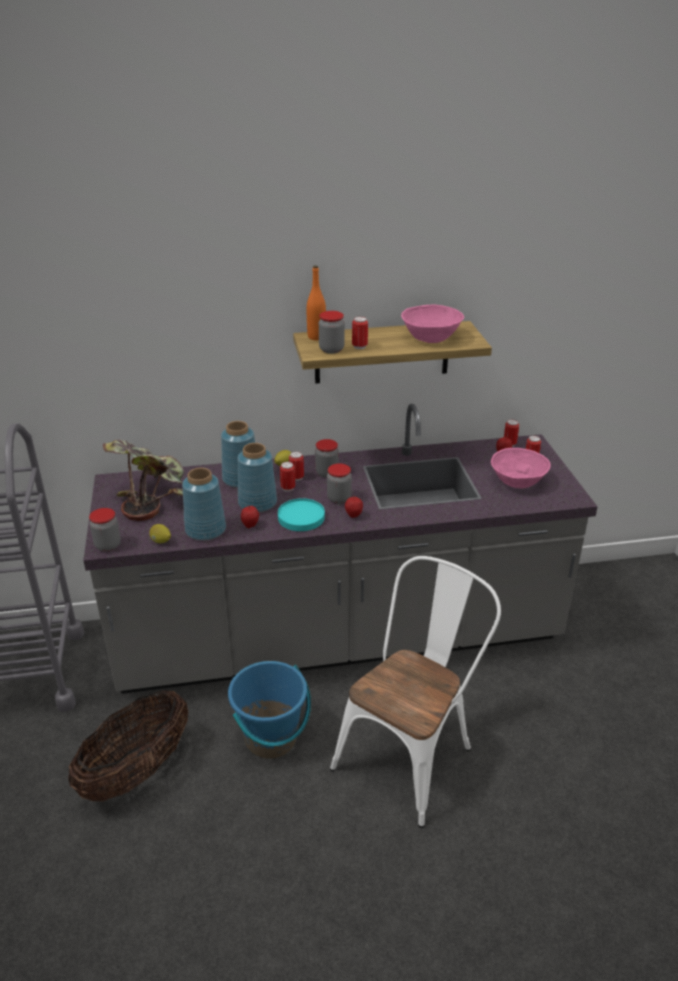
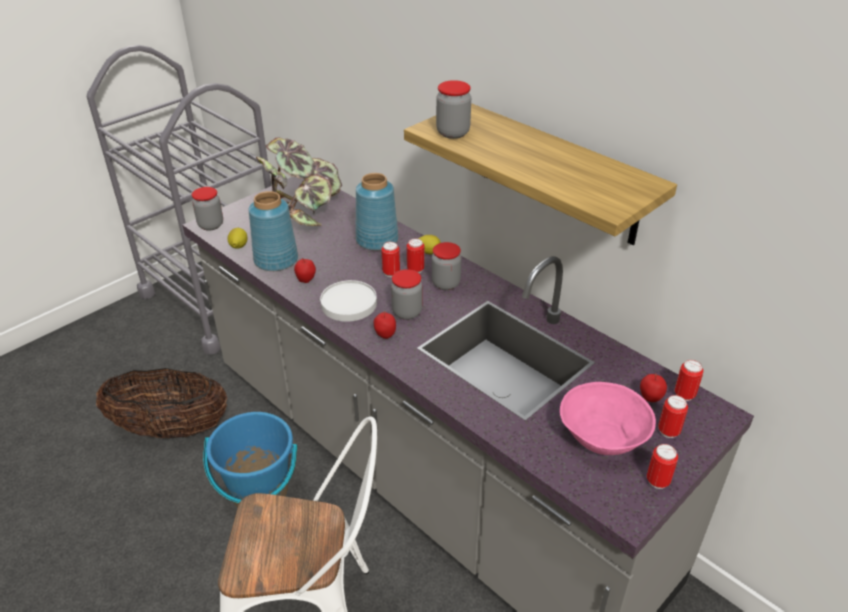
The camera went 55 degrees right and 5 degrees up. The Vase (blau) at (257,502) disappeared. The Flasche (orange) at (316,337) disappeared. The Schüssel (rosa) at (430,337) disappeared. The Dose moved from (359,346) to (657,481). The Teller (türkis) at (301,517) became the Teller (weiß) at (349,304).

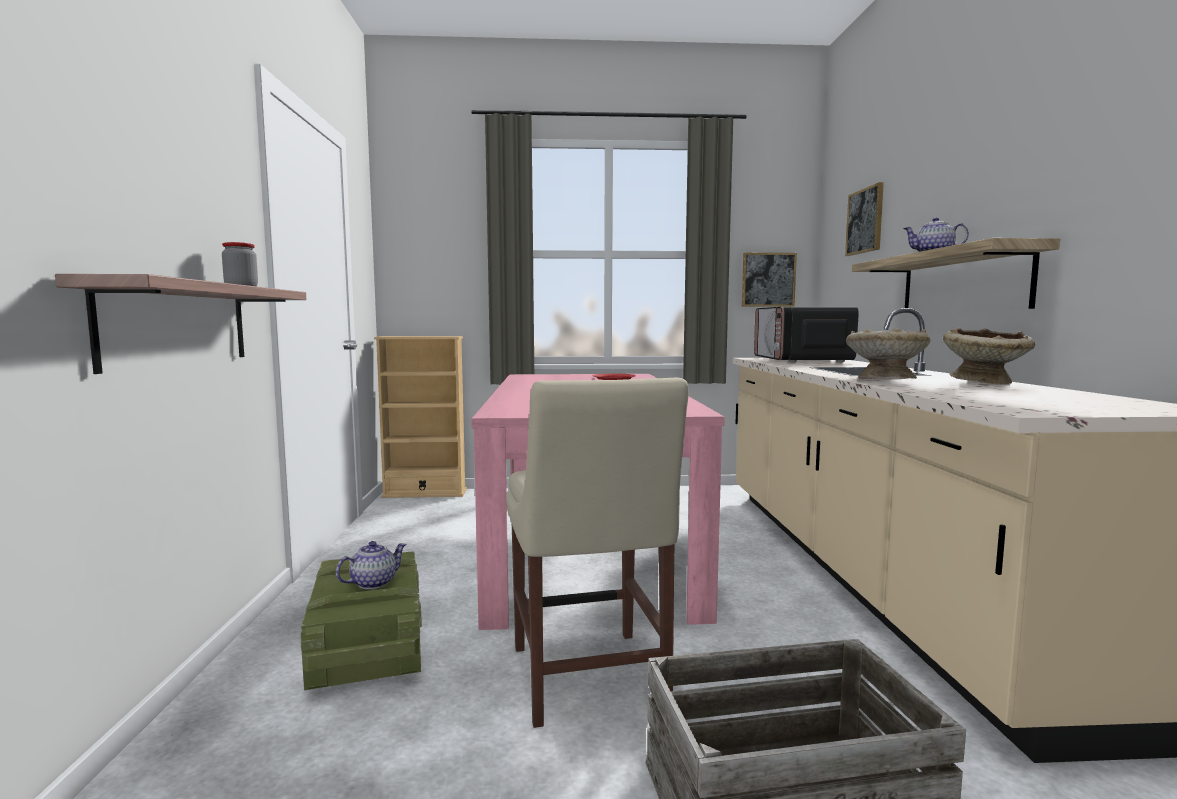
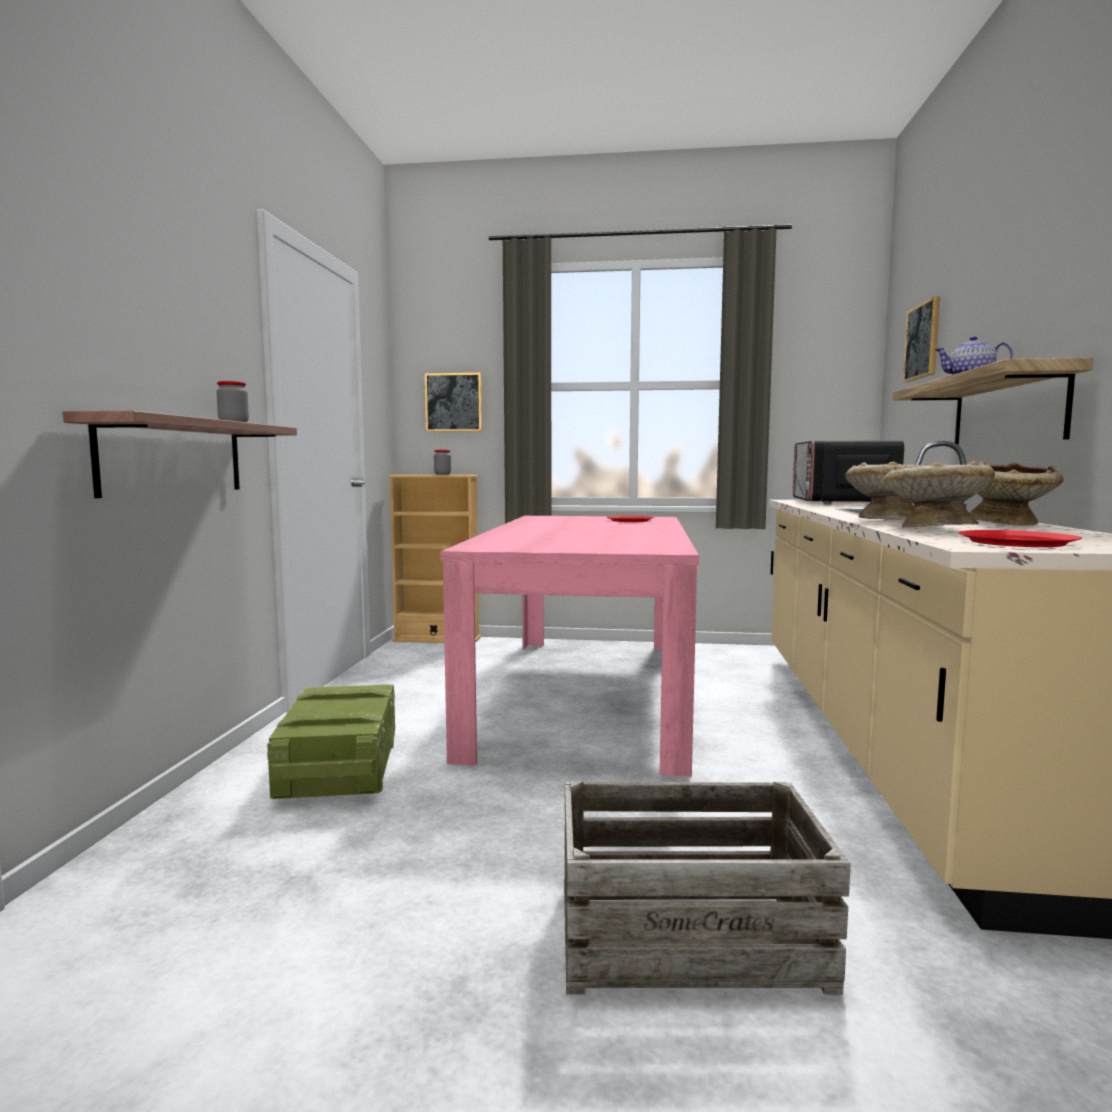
The camera went 10 degrees right and 0 degrees up. The Teekanne at (373,582) disappeared. The Stuhl (beige) at (588,681) disappeared. The Vorratsglas at (442,474) appeared. The Schüssel (beige) at (933,529) appeared. The Teller (rot) at (1017,542) appeared. The Bild moved from (768,279) to (453,402).

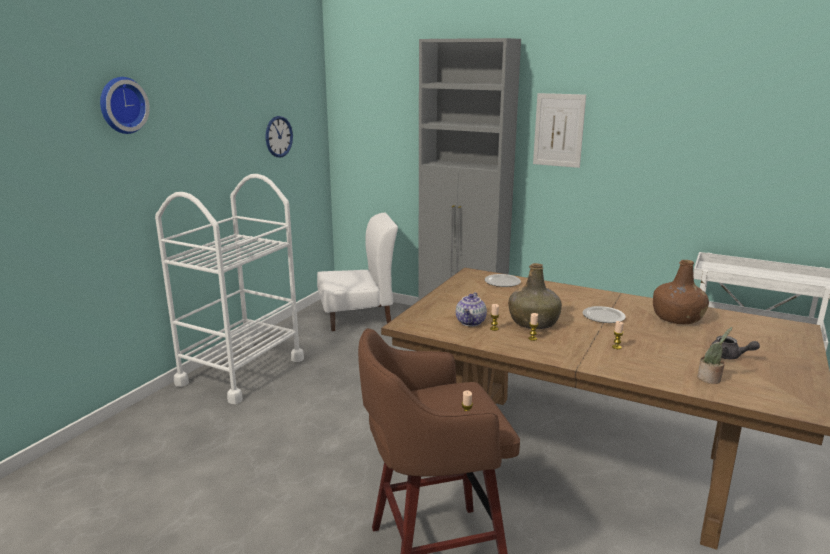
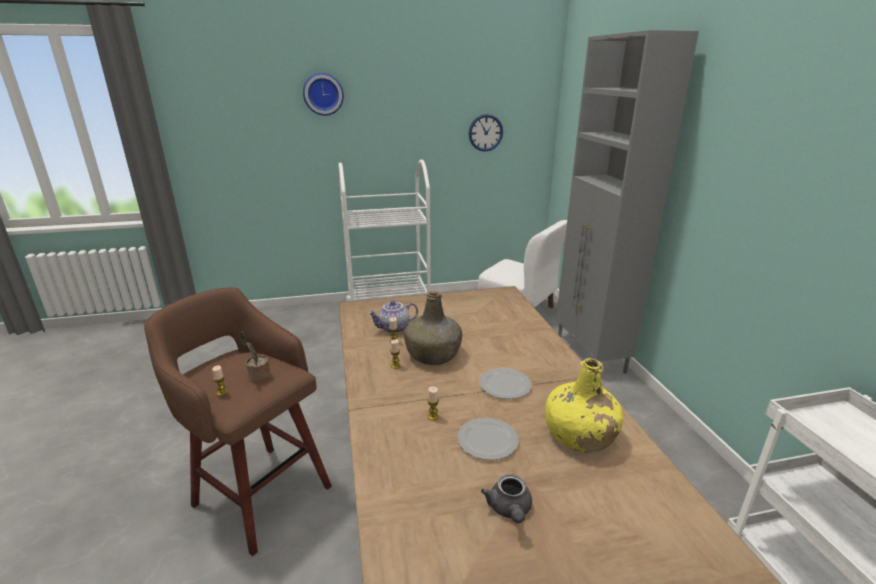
The camera went 50 degrees right and 5 degrees up. The Bild at (558,130) disappeared. The Teller moved from (503,282) to (488,441). The Topfpflanze moved from (710,379) to (258,377). The Flasche (braun) at (677,318) became the Flasche (gelb) at (579,435).

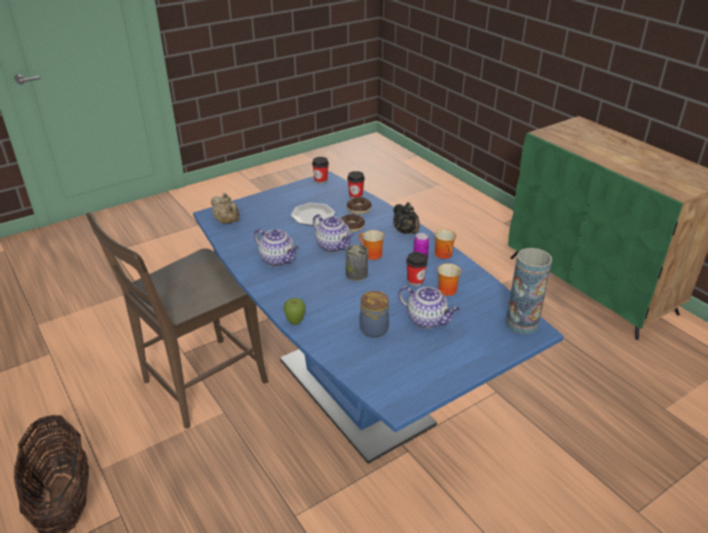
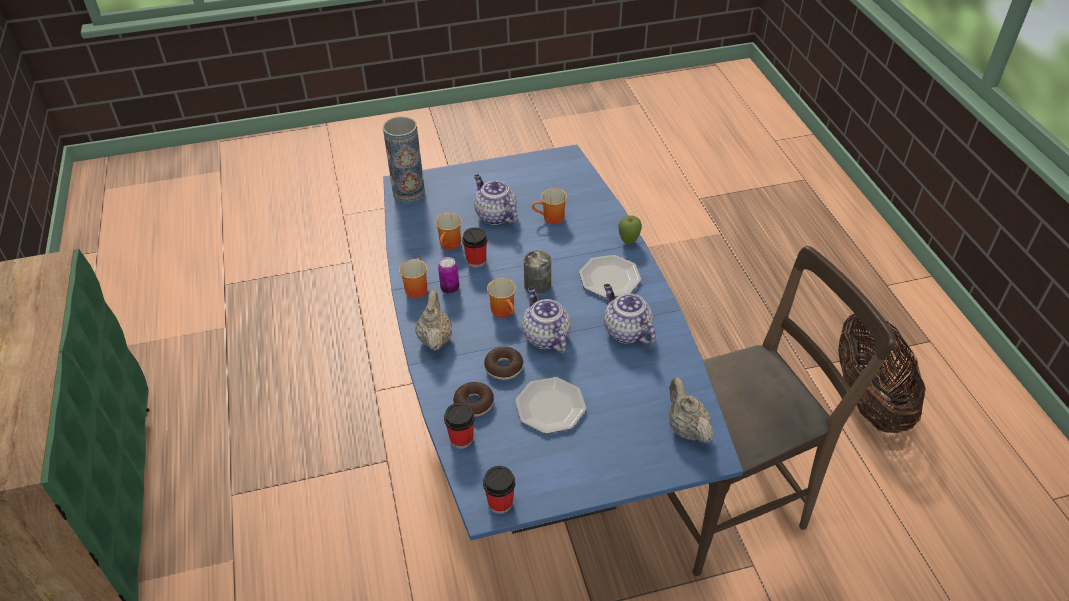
The camera went 160 degrees left and 10 degrees up. The Teller at (610,278) appeared. The Vorratsglas at (374,328) was replaced by the Henkelbecher at (551,219). The Teekanne (schwarz) at (406,232) became the Teekanne (beige) at (435,338).

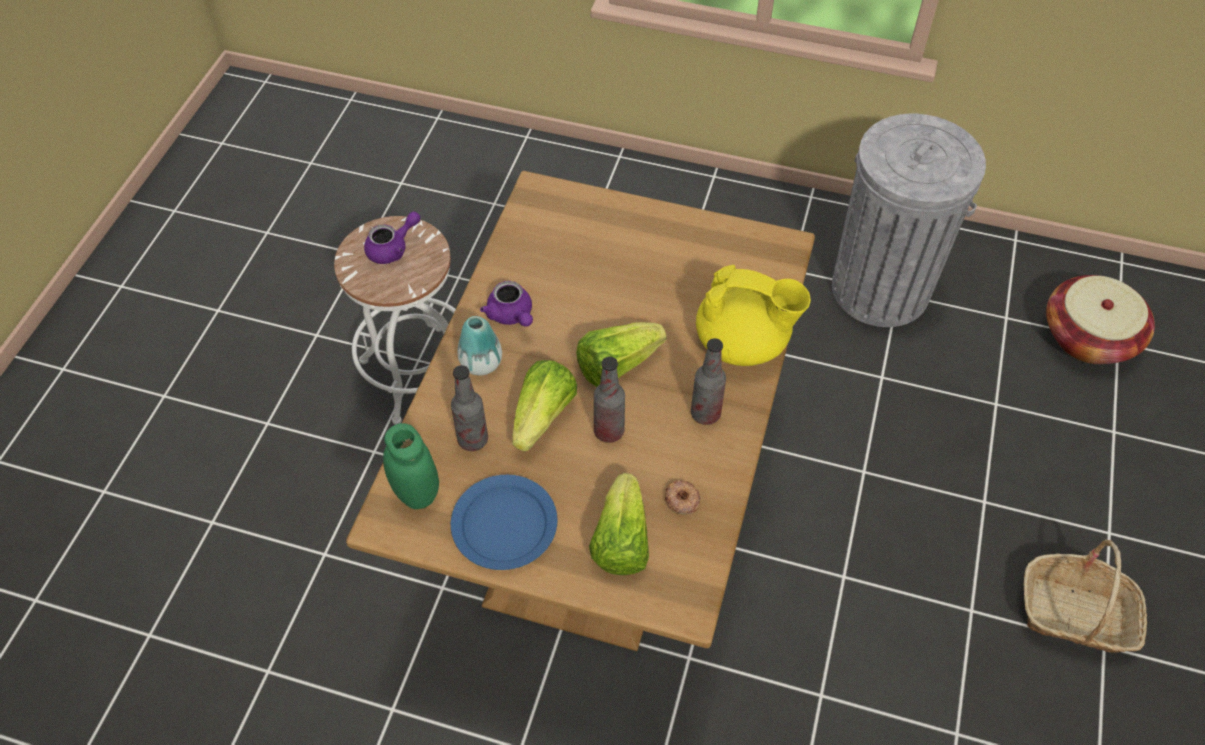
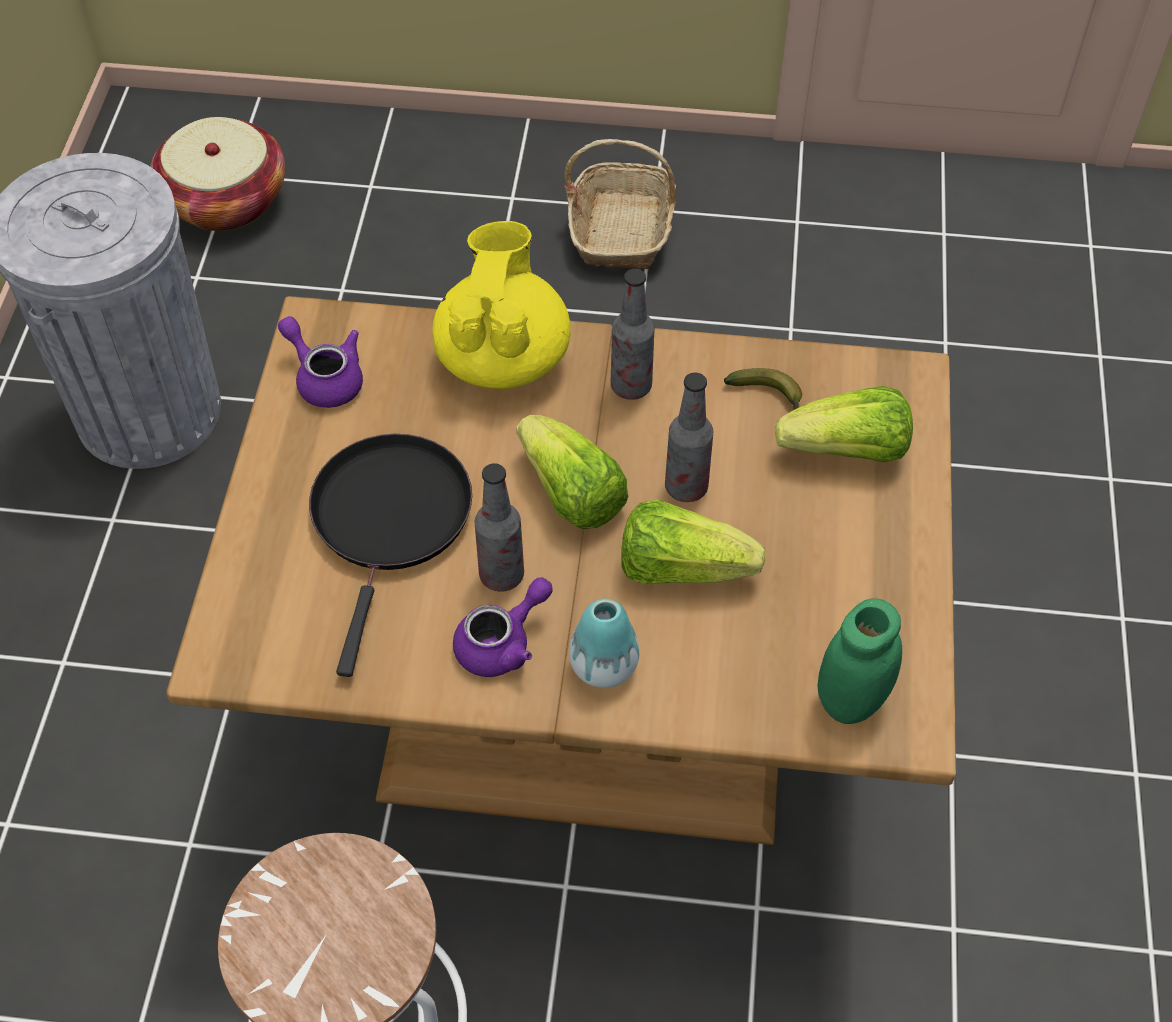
The camera went 100 degrees left and 0 degrees up. The Teller (blau) at (505,524) disappeared. The Pfanne (schwarz) at (390,520) appeared. The Teekanne (lila) moved from (393,249) to (325,378). The Flasche moved from (473,439) to (501,575). The Donut at (681,500) was replaced by the Banane at (769,397).

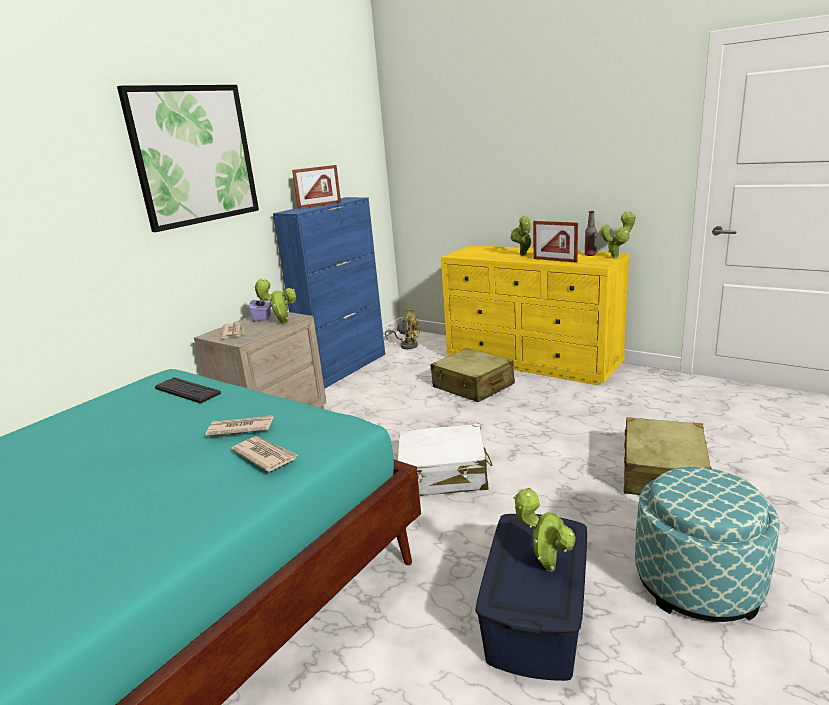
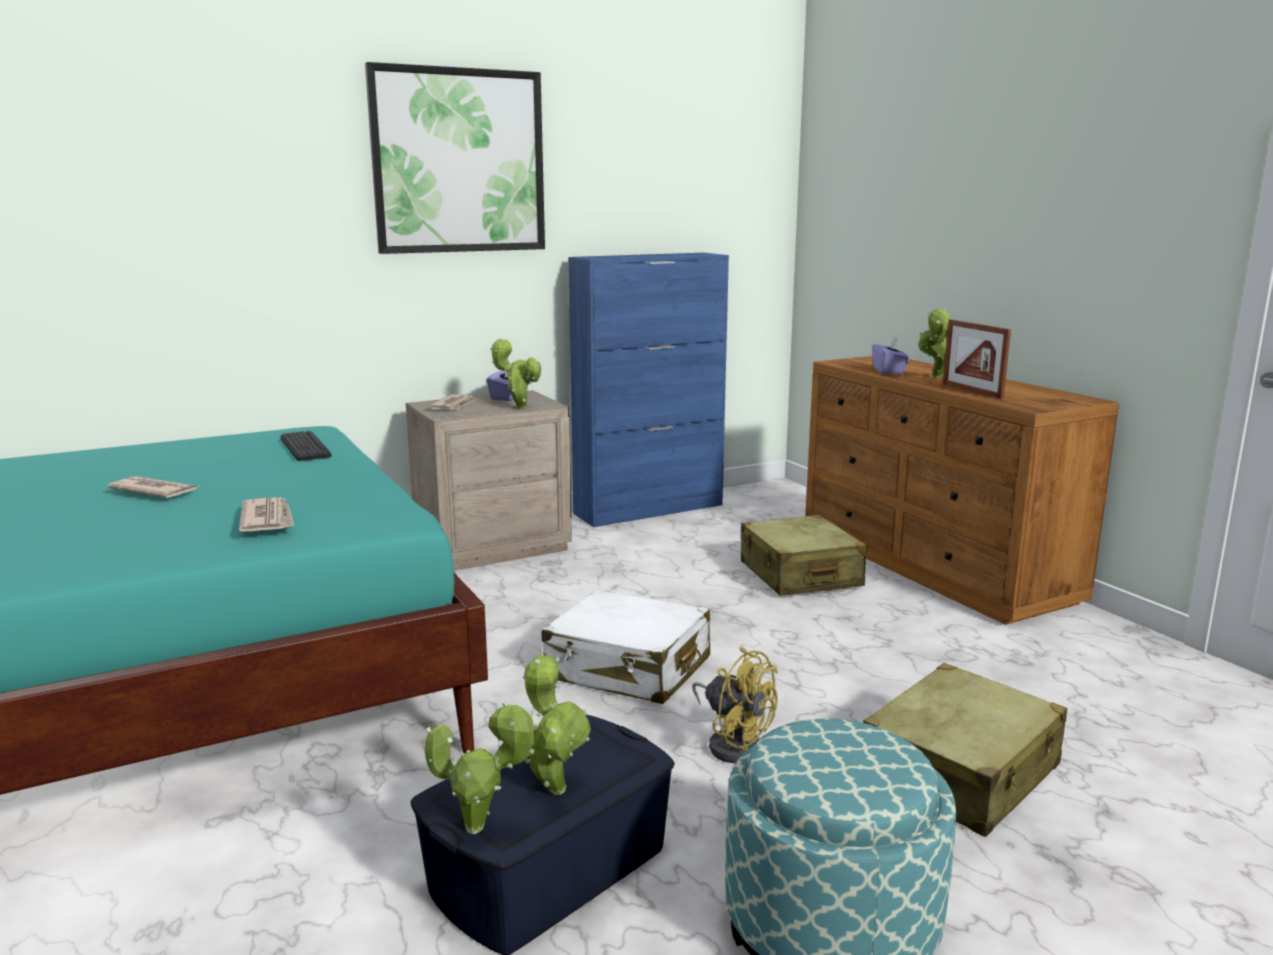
The camera went 25 degrees right and 5 degrees down. The Bilderrahmen at (319,205) disappeared. The Flasche at (590,255) disappeared. The Taschentuchbox (lila) at (889,371) appeared. The Zeitung moved from (240,428) to (154,491). The Ventilator (gelb) moved from (407,345) to (733,743). The Topfpflanze moved from (617,257) to (481,828). The Kommode (gelb) at (533,361) became the Kommode (braun) at (934,566).

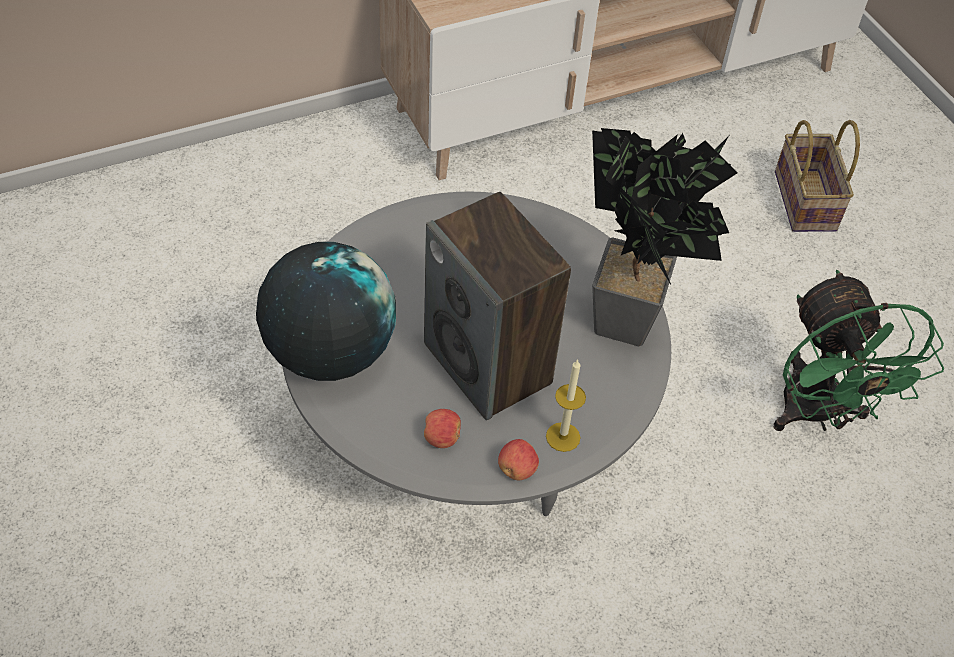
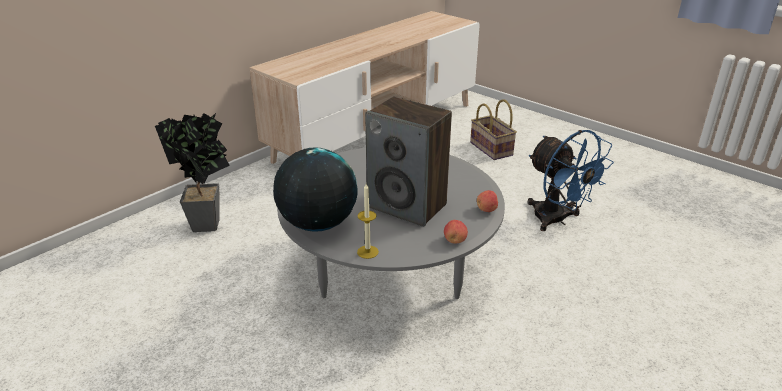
The camera went 20 degrees left and 20 degrees down. The Apfel moved from (442,438) to (487,210). The Kerze moved from (563,437) to (367,252). The Topfpflanze moved from (631,330) to (210,226). The Ventilator (grün) at (817,415) became the Ventilator (blau) at (557,220).

